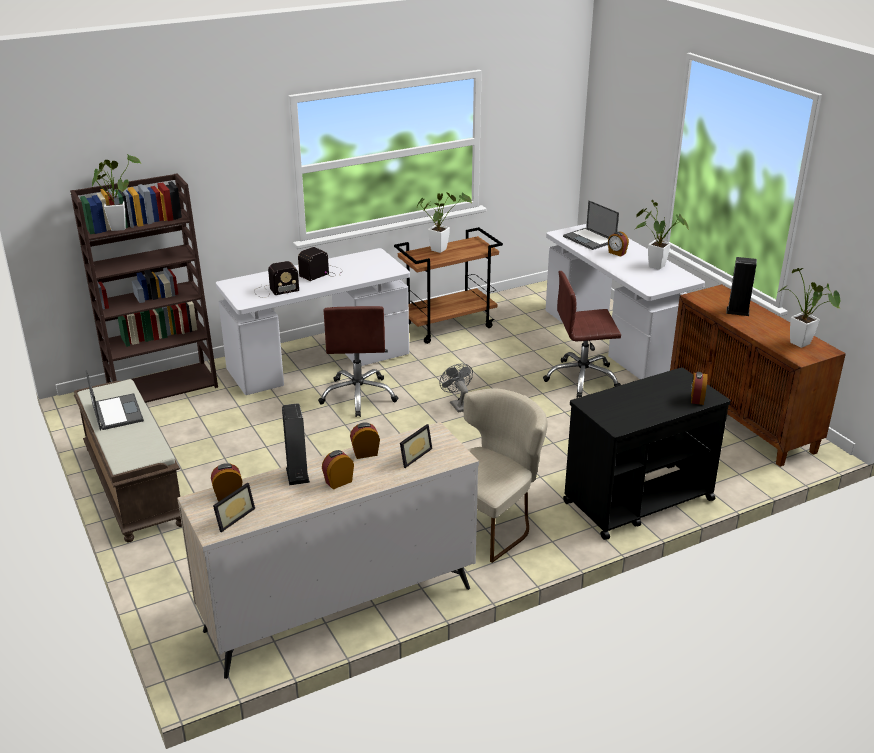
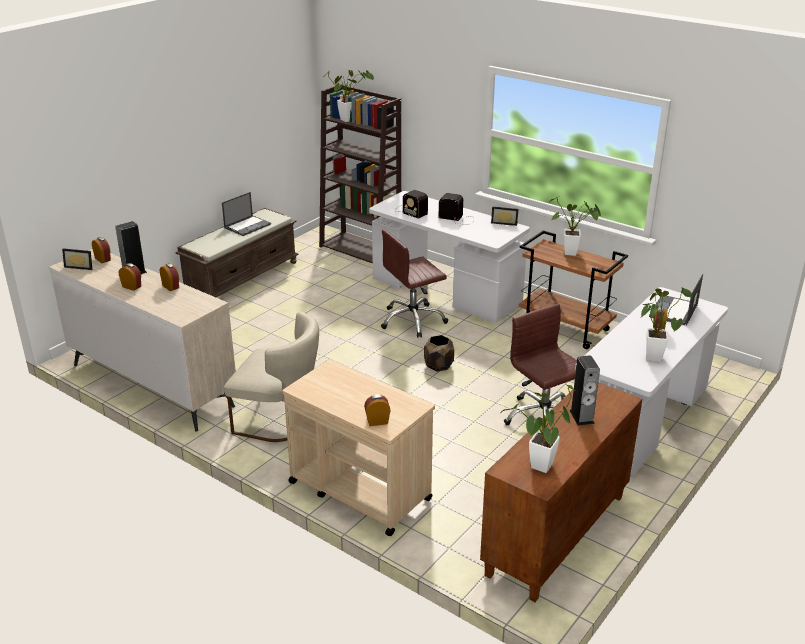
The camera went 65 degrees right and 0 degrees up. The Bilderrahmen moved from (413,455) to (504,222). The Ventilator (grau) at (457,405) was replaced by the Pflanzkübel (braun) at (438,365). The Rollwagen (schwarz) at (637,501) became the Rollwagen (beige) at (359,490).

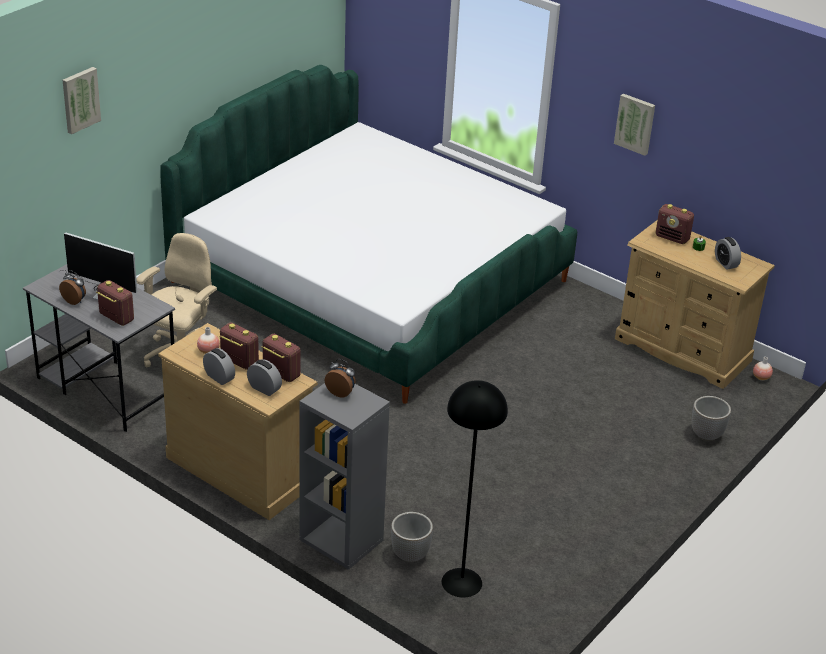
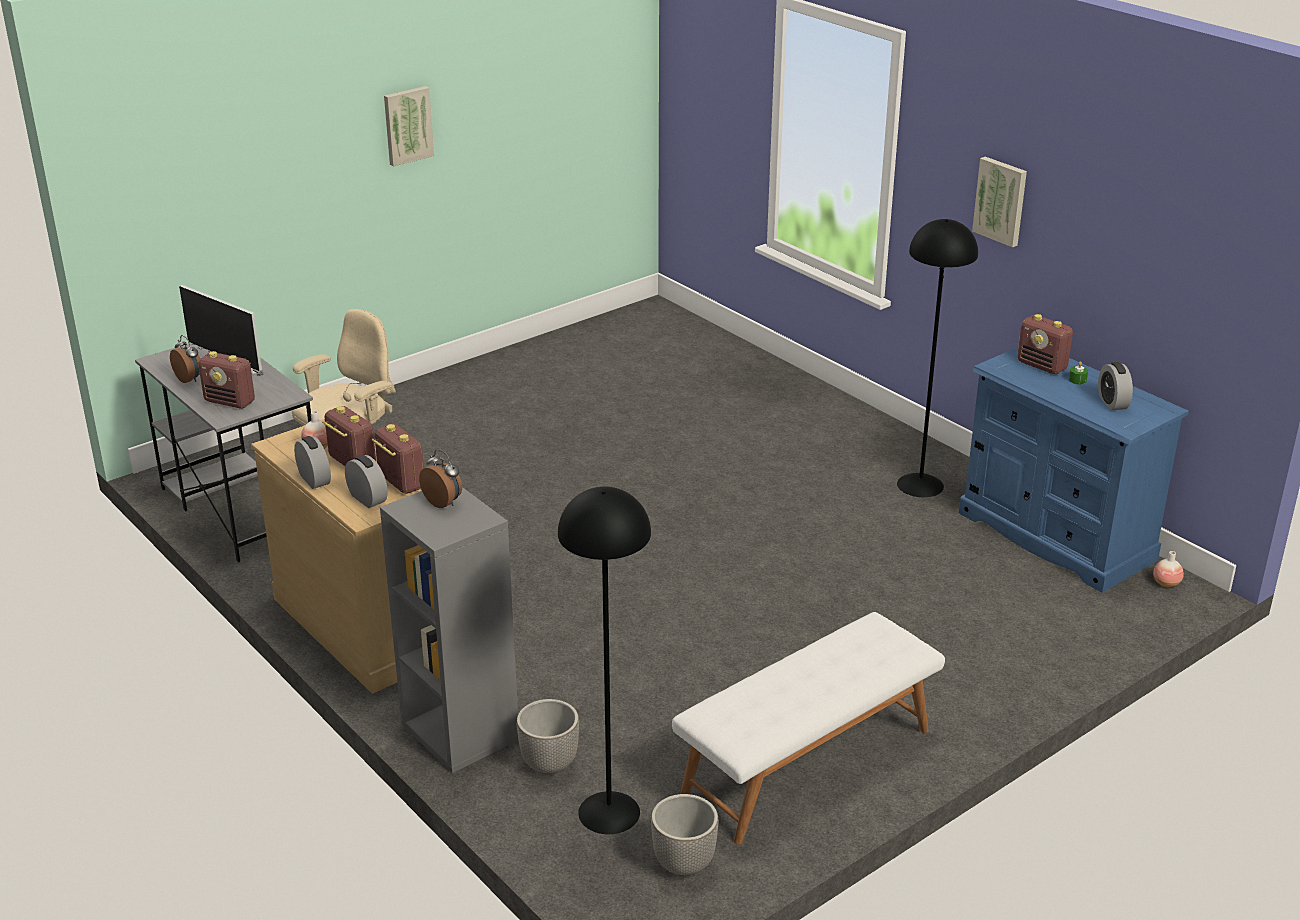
The camera went 15 degrees right and 5 degrees down. The Bett at (372,281) disappeared. The Bank (weiß) at (808,763) appeared. The Stehlampe (schwarz) at (920,485) appeared. The Bild moved from (80,99) to (407,125). The Pflanzkübel moved from (706,435) to (684,864). The Kommode (beige) at (682,350) became the Kommode (blau) at (1055,536). The Radio at (116,317) turned 150 degrees clockwise.

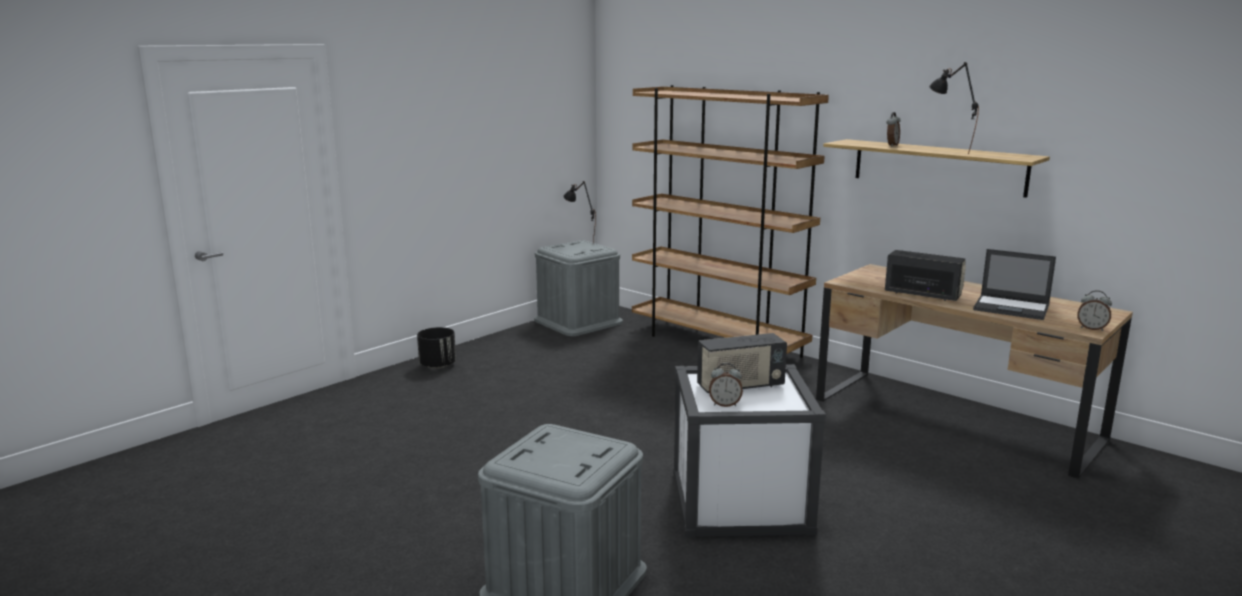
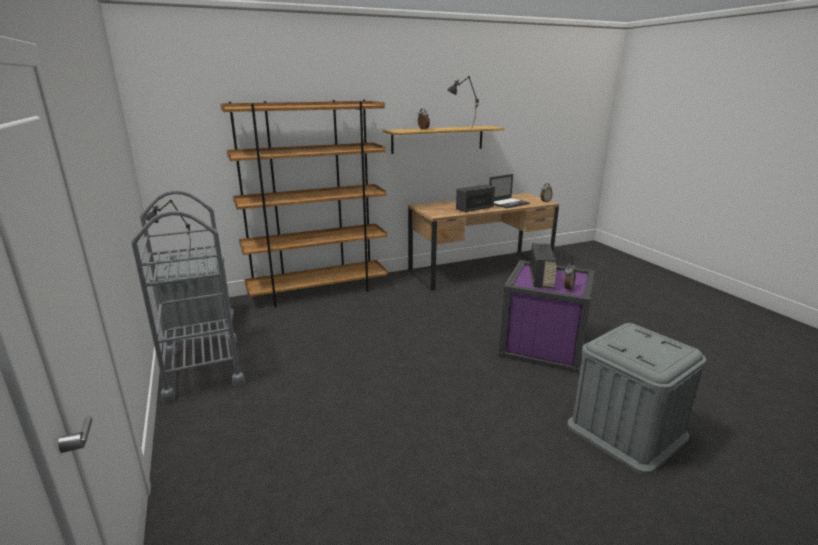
The camera went 65 degrees left and 5 degrees up. The Pflanzkübel (schwarz) at (437,365) disappeared. The Rollwagen (grau) at (203,368) appeared. The Aufbewahrungsbox (weiß) at (740,502) became the Aufbewahrungsbox (lila) at (543,346).

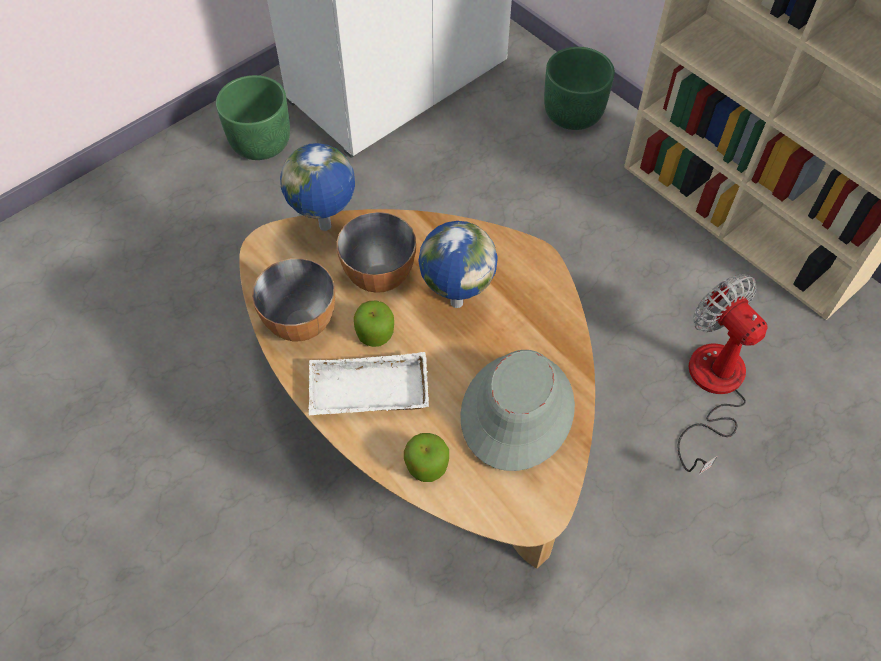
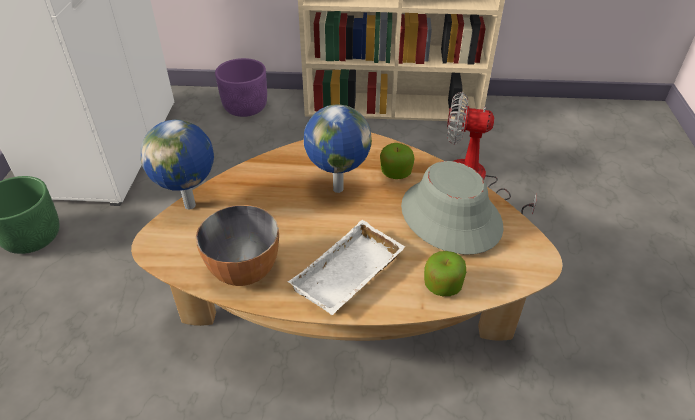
The camera went 45 degrees left and 15 degrees down. The Schüssel at (379,275) disappeared. The Apfel moved from (375,333) to (395,172). The Pflanzkübel (grün) at (573,113) became the Pflanzkübel (lila) at (246,107).

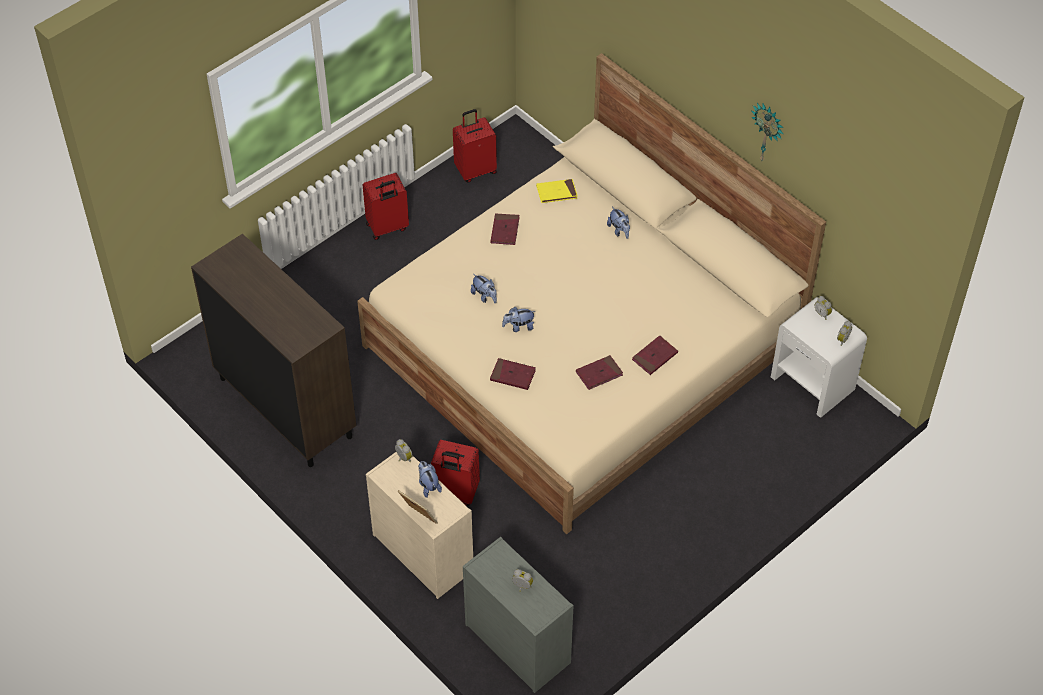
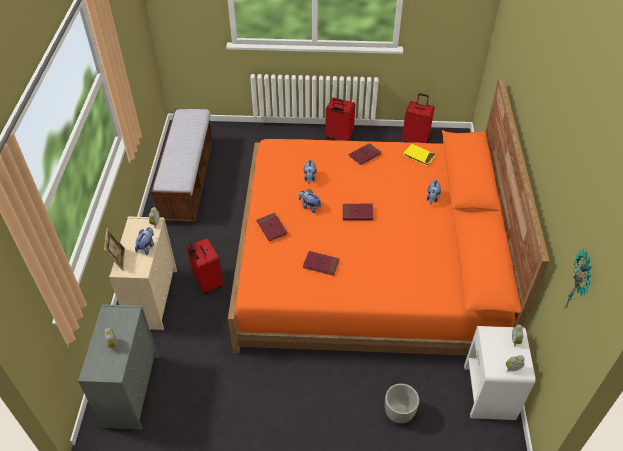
The camera went 45 degrees right and 5 degrees down. The Pflanzkübel at (399,413) appeared. The Buch (rot) moved from (654,356) to (357,213). The Wanduhr moved from (767,133) to (580,284). The Schrank (braun) at (285,407) was replaced by the Bank at (188,180). The Bett (beige) at (583,346) became the Bett (orange) at (368,261).

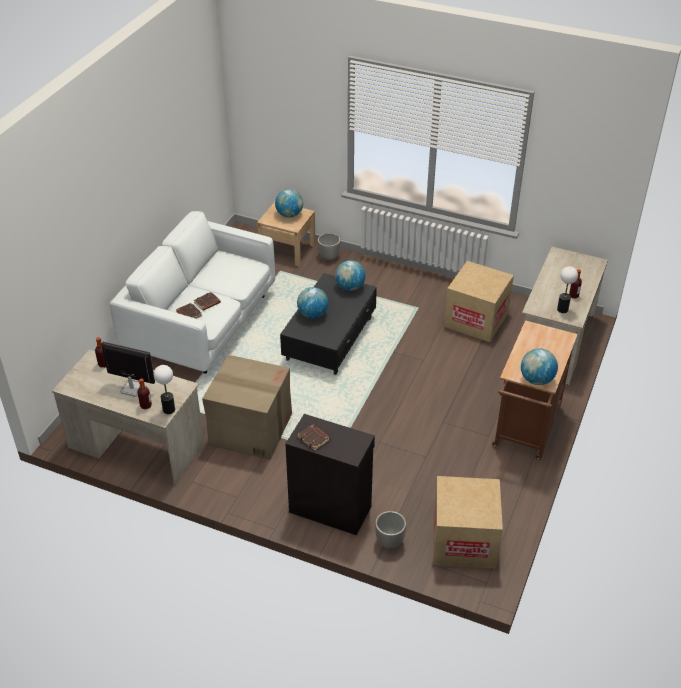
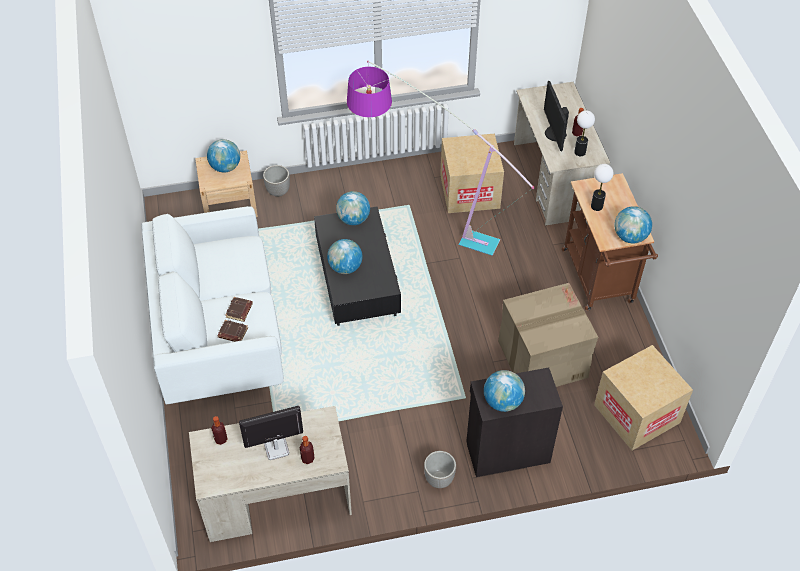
The camera went 35 degrees left and 10 degrees up. The Stehlampe at (419,223) appeared. The Monitor at (554,133) appeared. The Tischlampe moved from (169,409) to (596,206). The Karton moved from (250,429) to (542,359). The Pflanzkübel moved from (389,541) to (439,479). The Buch (braun) at (314,439) was replaced by the Globus at (502,401).

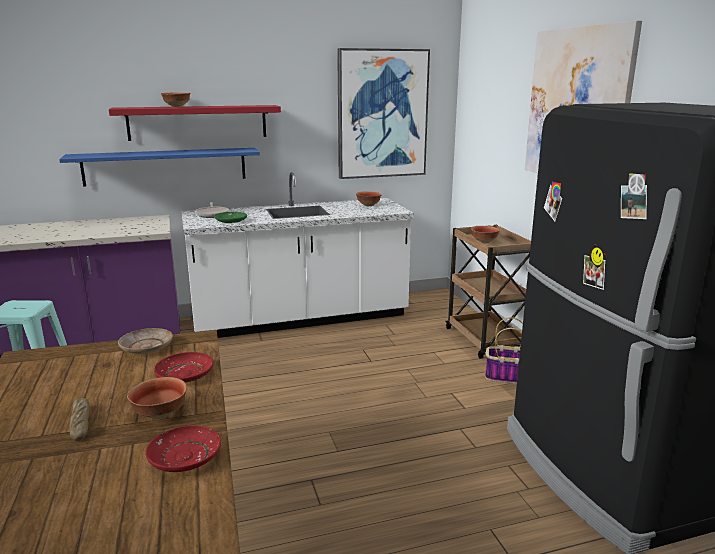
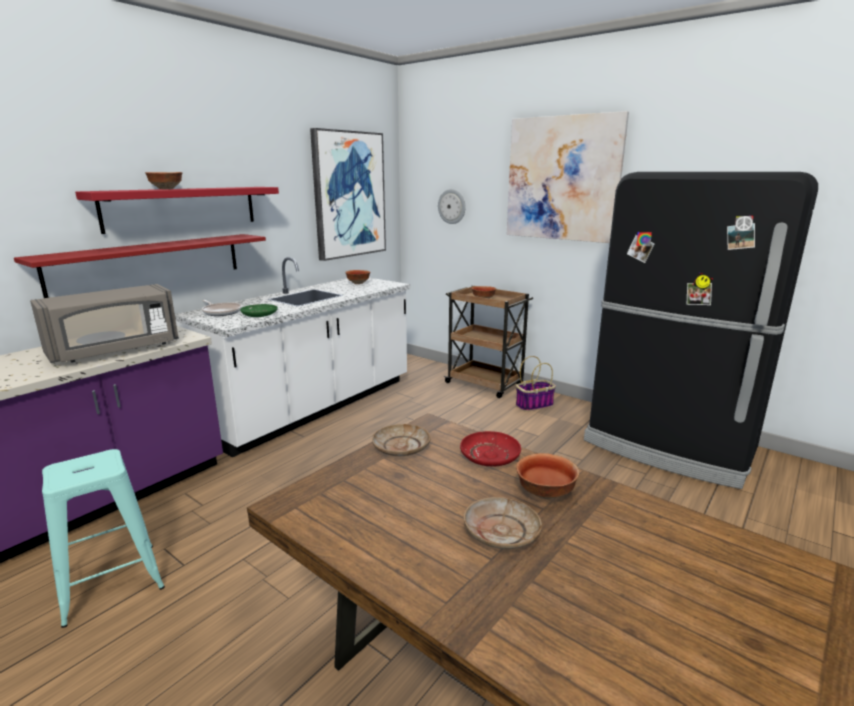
The camera went 35 degrees left and 0 degrees up. The Teller (rot) at (184,457) disappeared. The Mikrowelle (grau) at (115,350) appeared. The Wanduhr at (452,206) appeared. The Brot at (81,423) was replaced by the Teller (beige) at (501,531). The Wandregal (blau) at (165,166) became the Wandregal (rot) at (149,263).

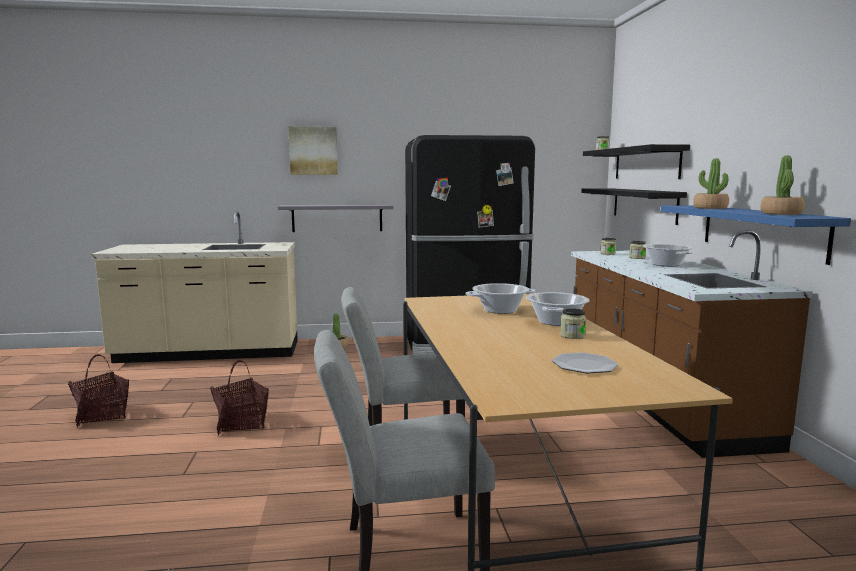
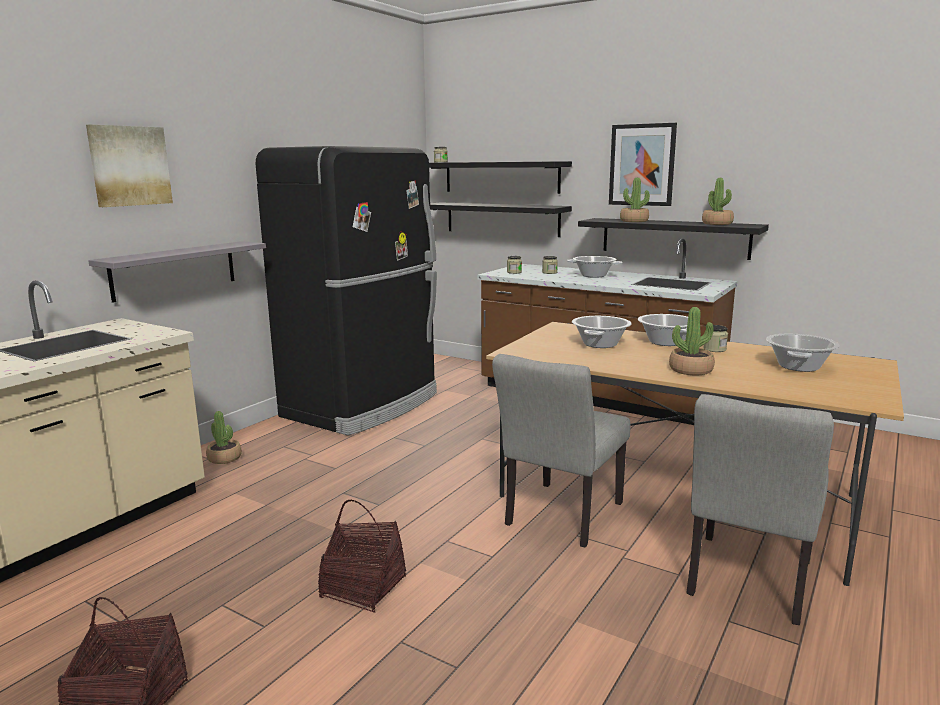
The camera went 50 degrees left and 5 degrees up. The Bild at (642,165) appeared. The Topfpflanze at (690,370) appeared. The Teller at (584,365) was replaced by the Kochtopf at (799,366). The Wandregal (blau) at (760,231) became the Wandregal (schwarz) at (674,238).

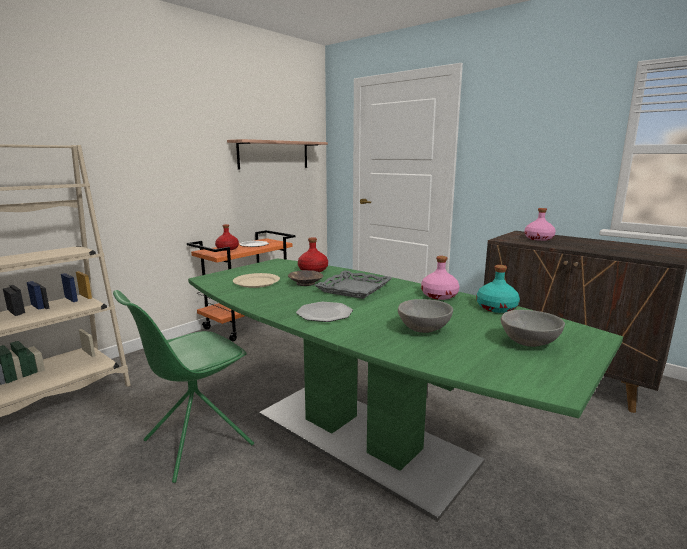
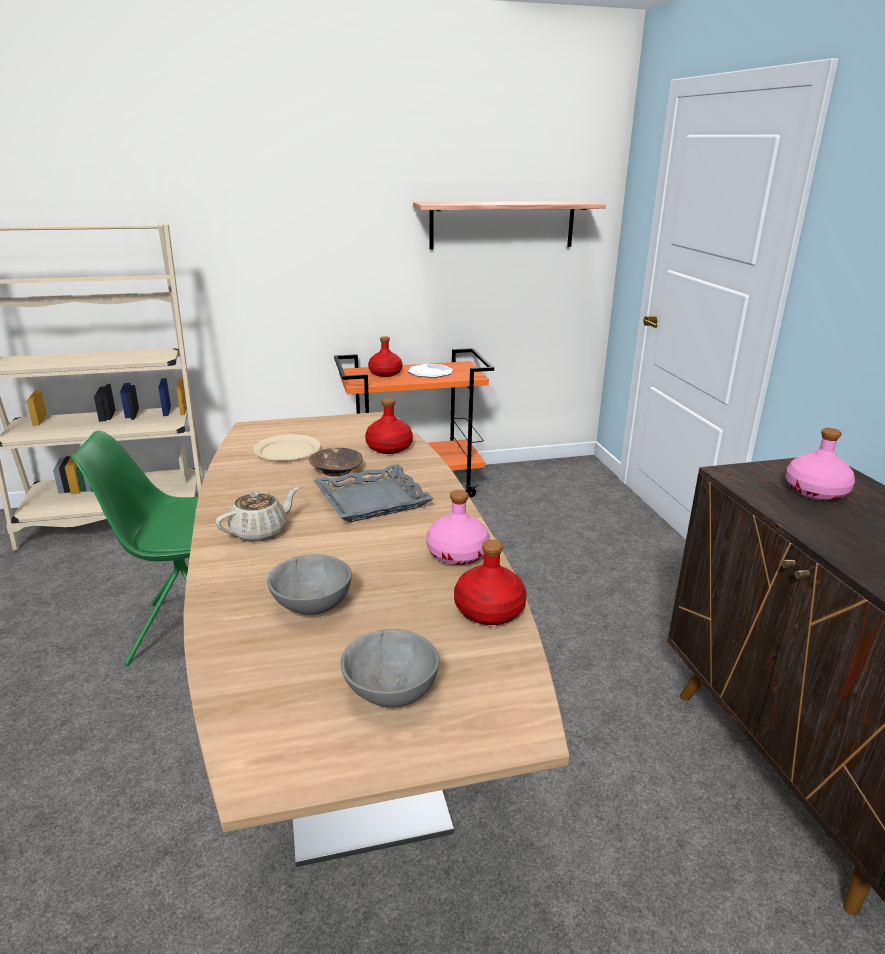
The camera went 35 degrees right and 10 degrees up. The Teller at (324,313) was replaced by the Teekanne (beige) at (260,531). The Esstisch (grün) at (361,436) became the Esstisch (braun) at (351,710). The Flasche (türkis) at (497,308) became the Flasche (rot) at (489,611).

